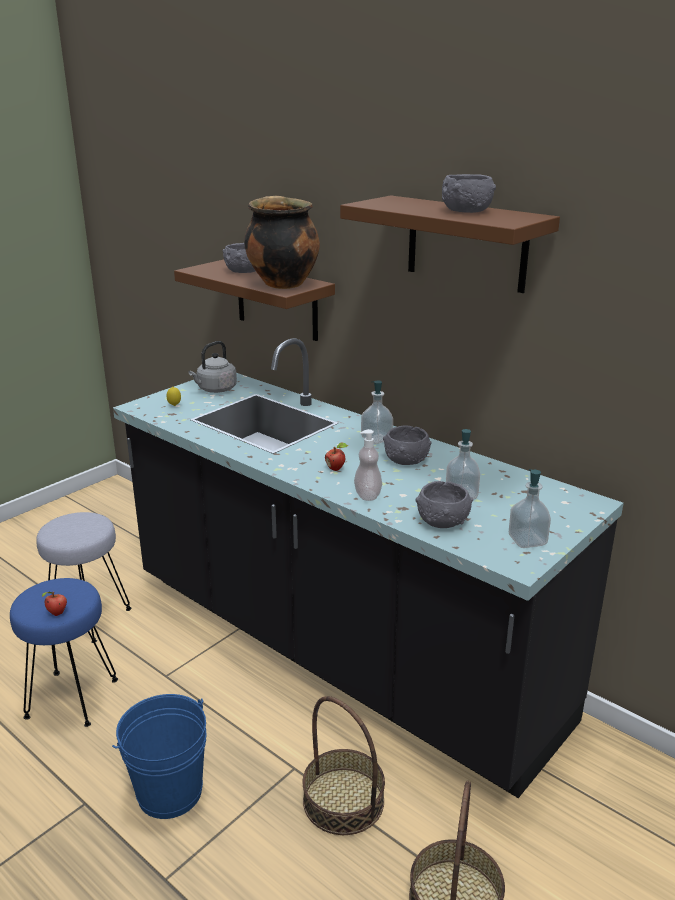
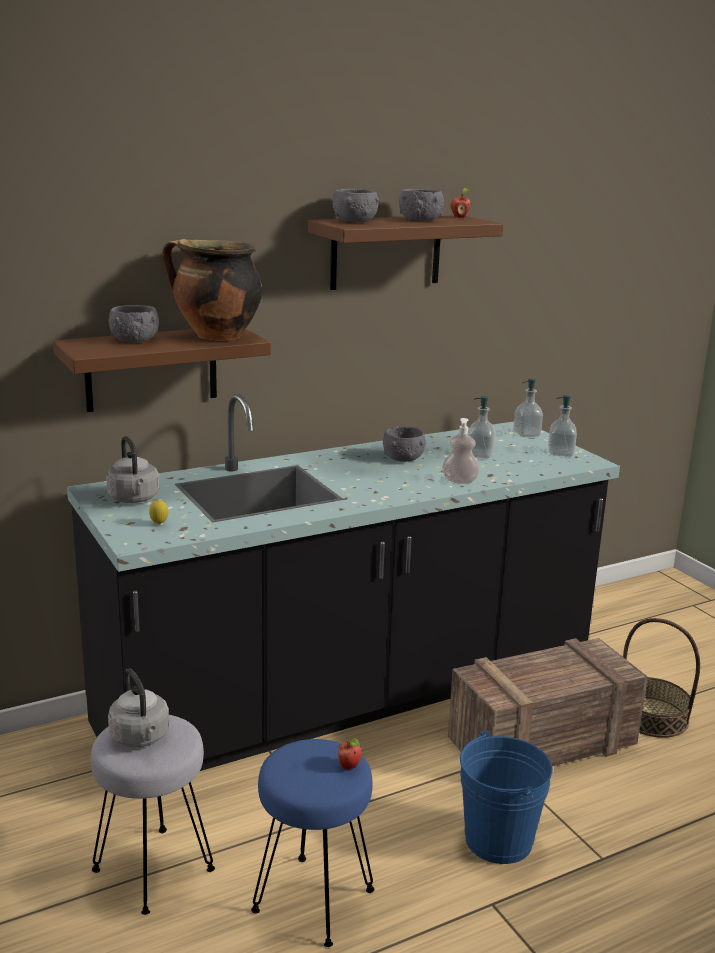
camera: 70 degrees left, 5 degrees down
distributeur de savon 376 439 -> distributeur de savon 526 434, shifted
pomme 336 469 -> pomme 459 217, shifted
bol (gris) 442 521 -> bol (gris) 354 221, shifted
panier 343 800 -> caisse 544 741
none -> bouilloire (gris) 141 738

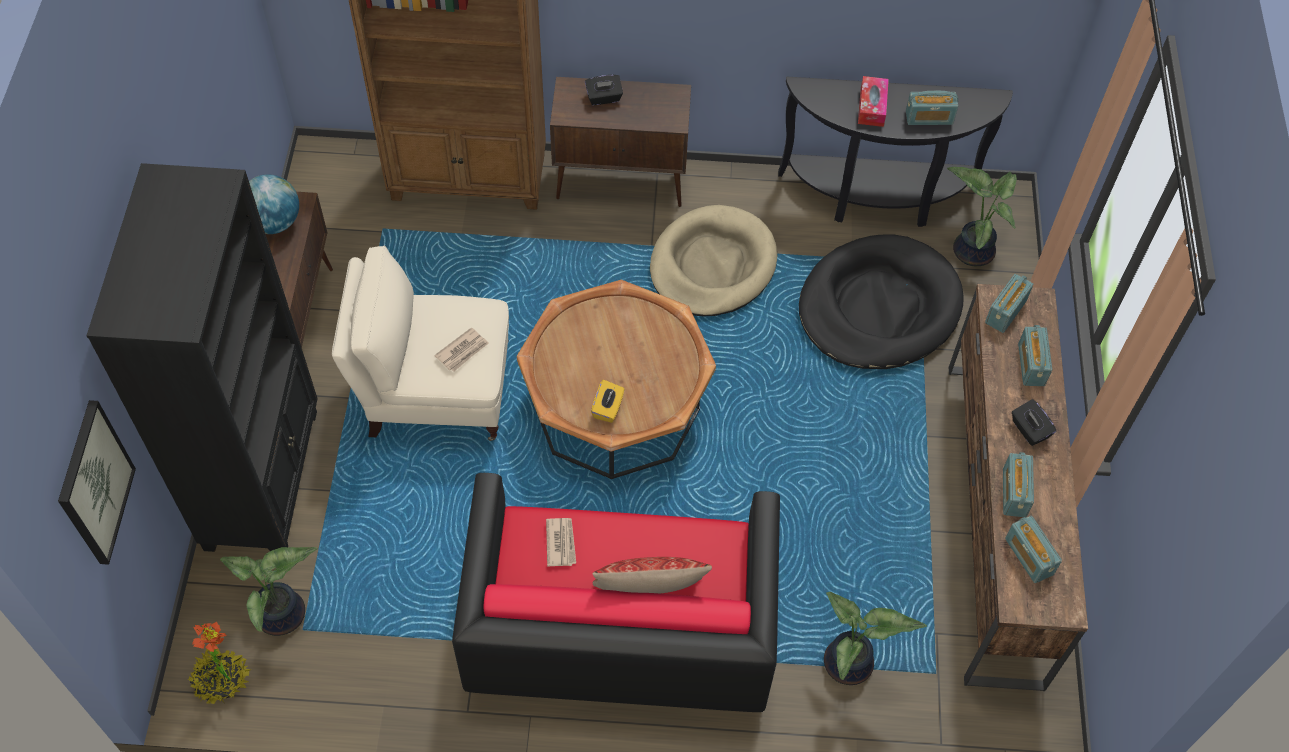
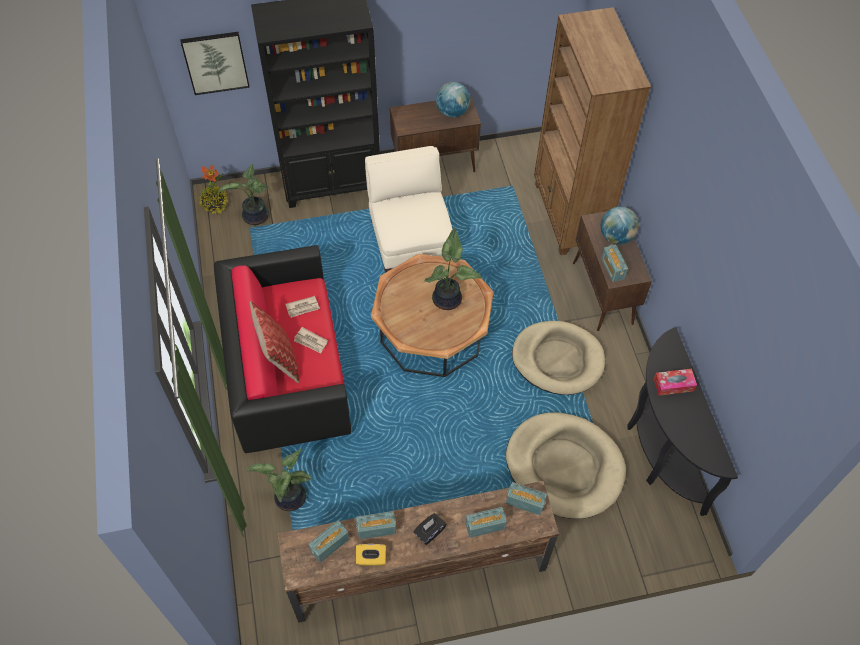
camera: 75 degrees right, 0 degrees up
boîte à mouchoirs (noir) 604 98 -> globe 616 237
radio 929 118 -> radio 612 268, shifted
plante en pot 972 250 -> plante en pot 448 298, shifted
panier pour chien (noir) 878 307 -> panier pour chien (beige) 564 467
journal 462 351 -> journal 311 341, shifted
boîte à mouchoirs (jaune) 608 408 -> boîte à mouchoirs (jaune) 371 558, shifted

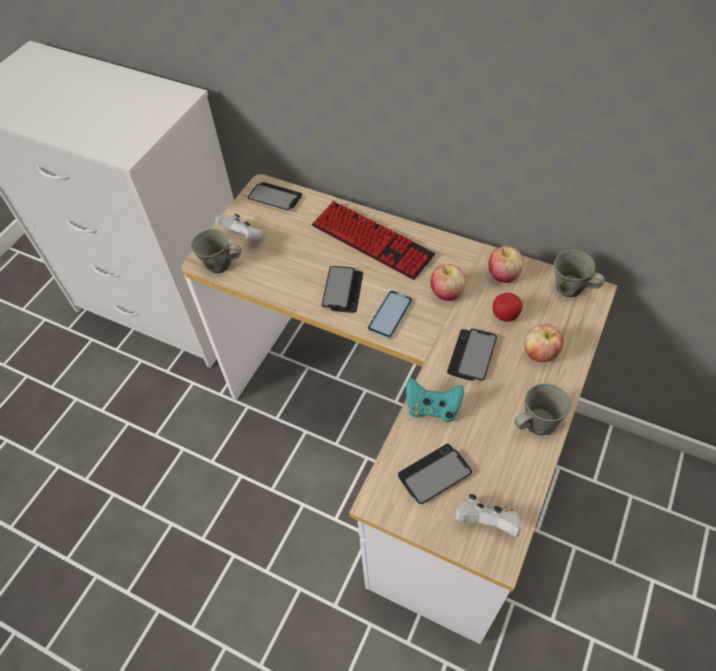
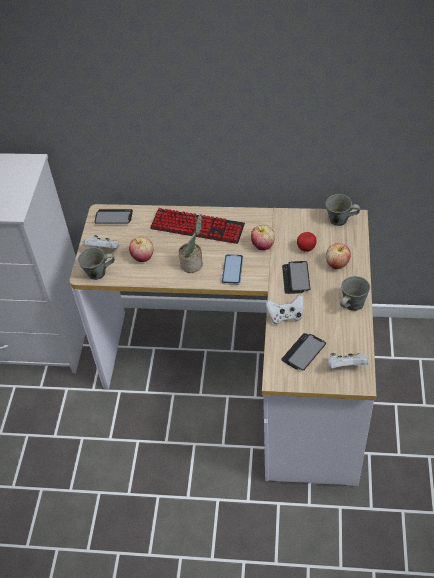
camera: 20 degrees left, 5 degrees down
pomme 503 275 -> pomme 143 257, shifted
téléphone 343 290 -> plante en pot 193 264
manette (turquoise) 432 408 -> manette (blanc) 285 316

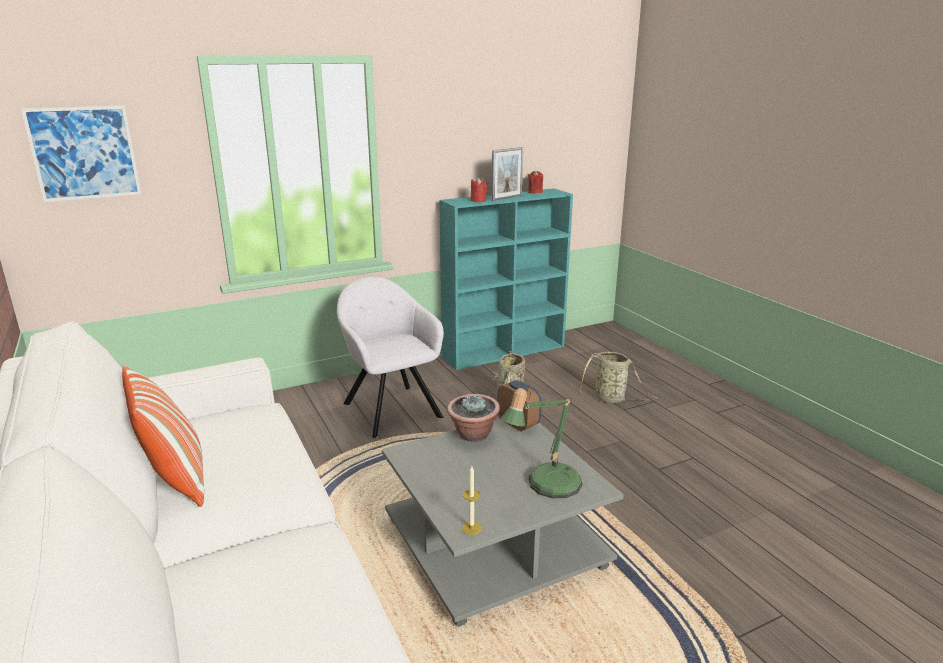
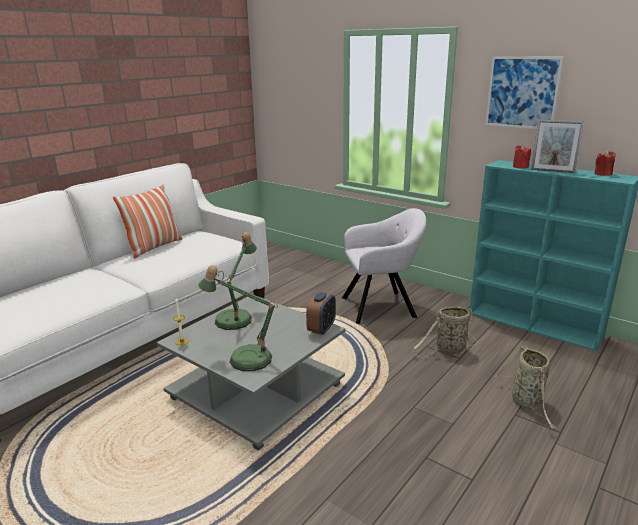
camera: 65 degrees right, 0 degrees up
tableau 84 153 -> tableau 522 92, shifted
fauteuil (gris) 390 408 -> fauteuil (gris) 381 306, 45 degrees clockwise
plante en pot 473 435 -> none
none -> lampe de table 237 317

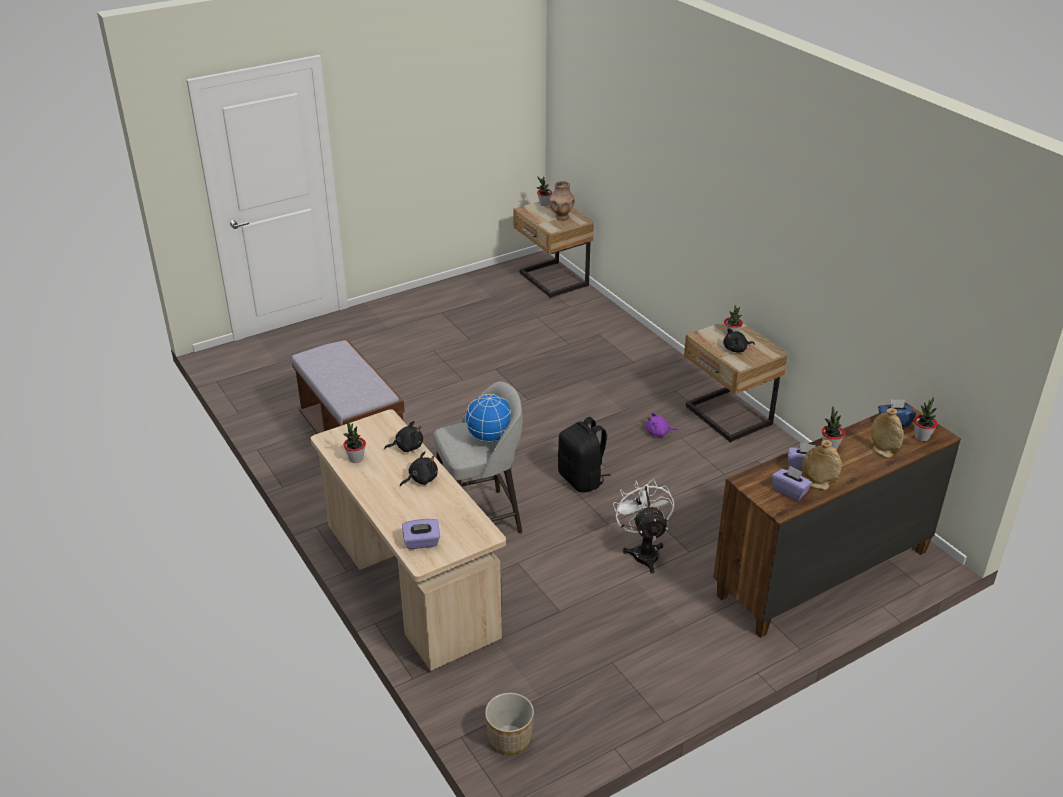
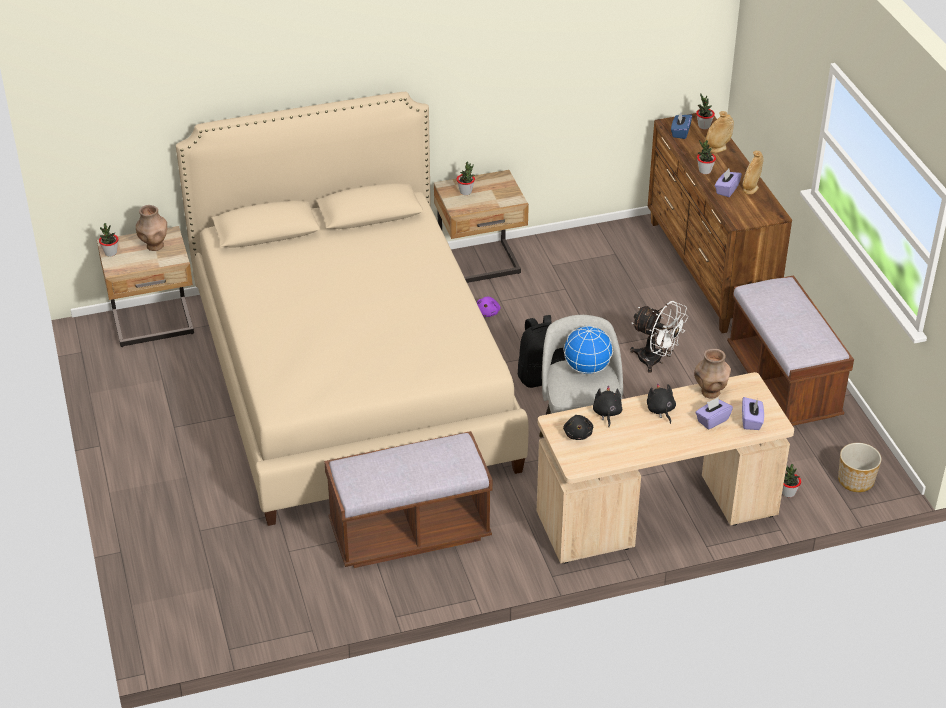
camera: 75 degrees left, 5 degrees up
peluche (noir) 736 349 -> peluche (noir) 578 434, shifted
plante en pot 356 458 -> plante en pot 788 493, shifted
boîte à mouchoirs (violet) 790 491 -> boîte à mouchoirs (violet) 712 420, shifted
ventilateur (blanc) 643 551 -> ventilateur (blanc) 655 361, 150 degrees counterclockwise
none -> lit (beige) 353 380
none -> banc (marron) 783 384
none -> vase (marron) 710 392

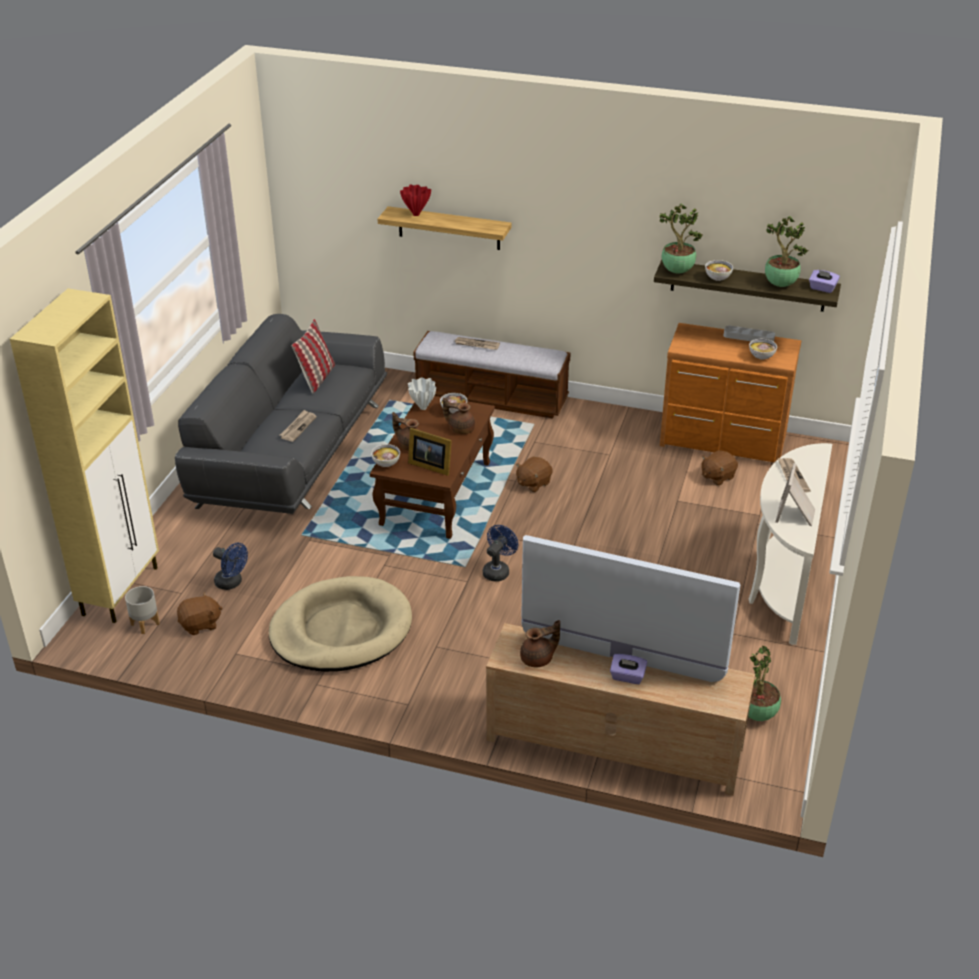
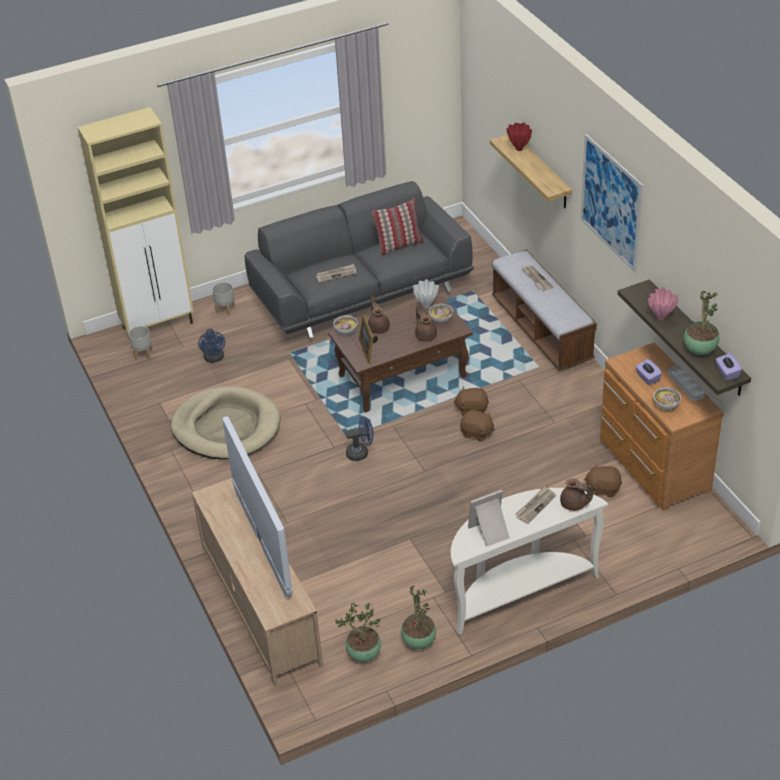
camera: 50 degrees right, 5 degrees up
plante en pot 676 271 -> plante en pot 418 641, shifted
bol 717 279 -> vase (rose) 660 318
peluche (marron) 200 625 -> peluche (marron) 477 433, shifted
théière (marron) 538 659 -> théière (marron) 574 504, shifted
boîte à mouchoirs (violet) 627 677 -> boîte à mouchoirs (violet) 647 378, shifted
none -> tableau 611 202
none -> cache-pot (gris) 225 309

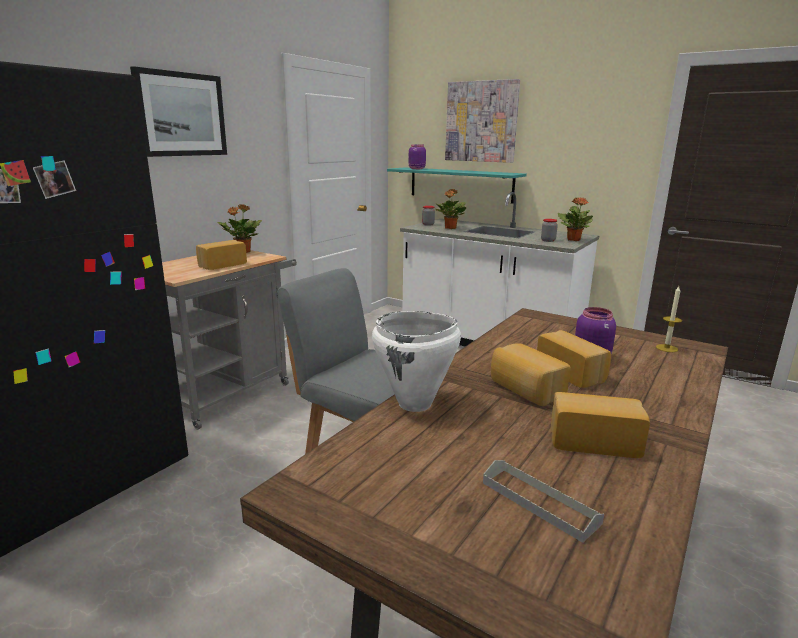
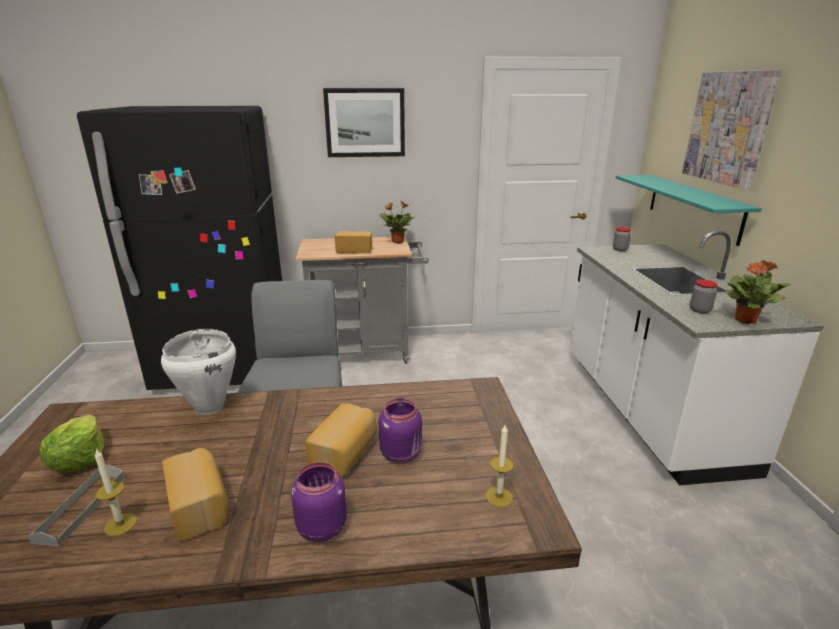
camera: 50 degrees right, 5 degrees up
bocal (violet) 416 169 -> bocal (violet) 321 527, shifted
plante en pot 450 228 -> none
pain 525 390 -> none
none -> laitue 79 458
none -> bougie 120 524

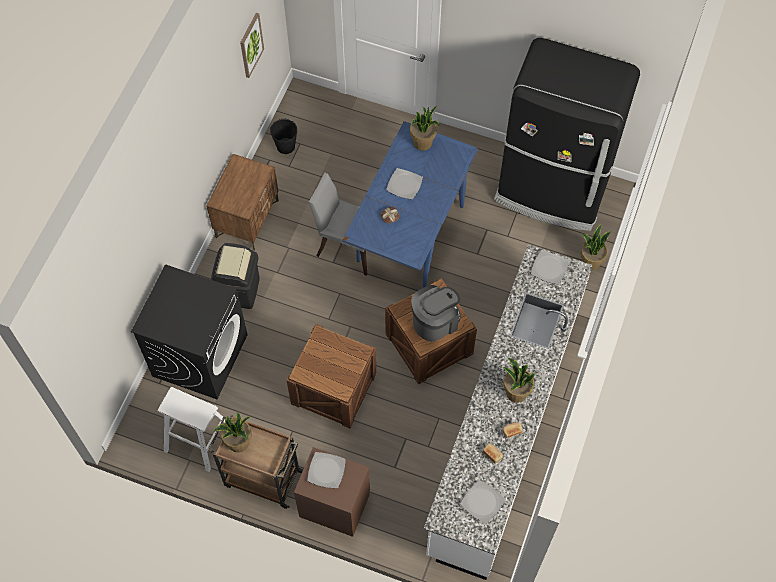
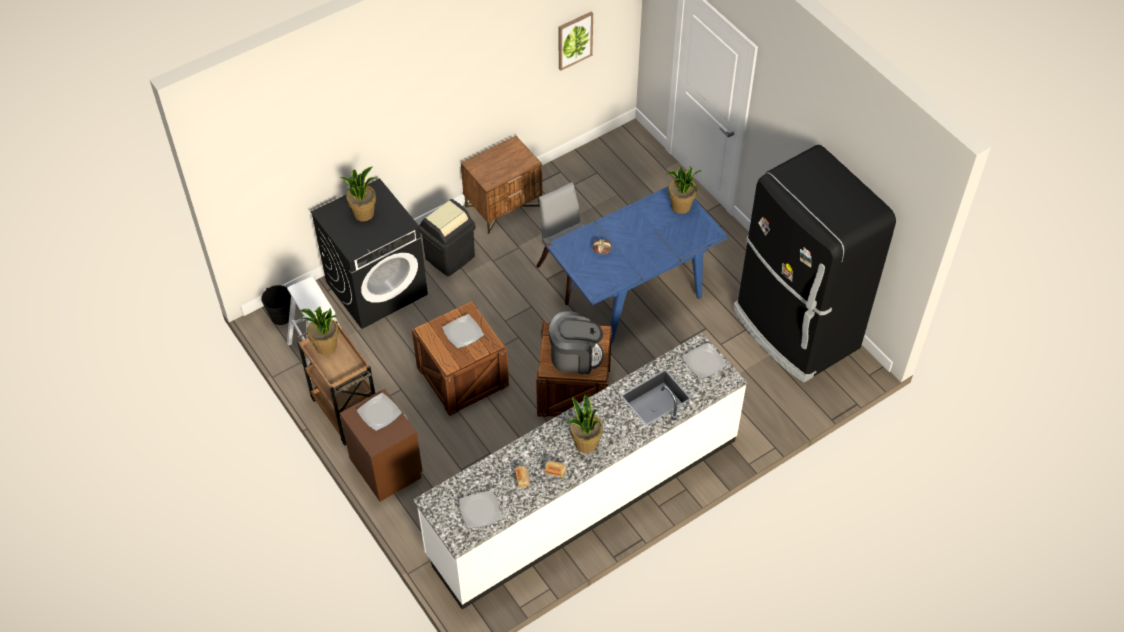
camera: 35 degrees right, 10 degrees down
seau (noir) 285 146 -> seau (noir) 281 316, shifted
assiette 404 185 -> assiette 462 332, shifted
plante en pot 590 262 -> plante en pot 364 213, shifted

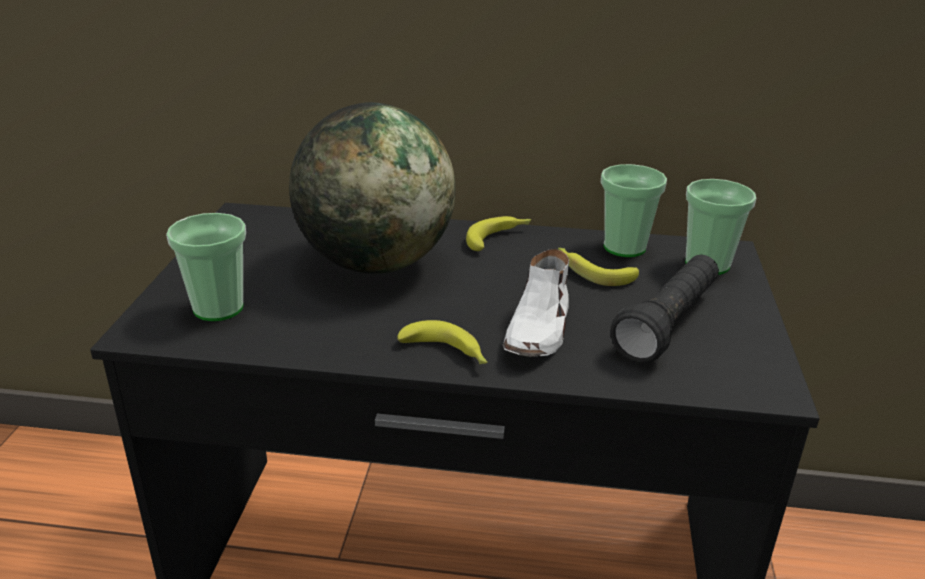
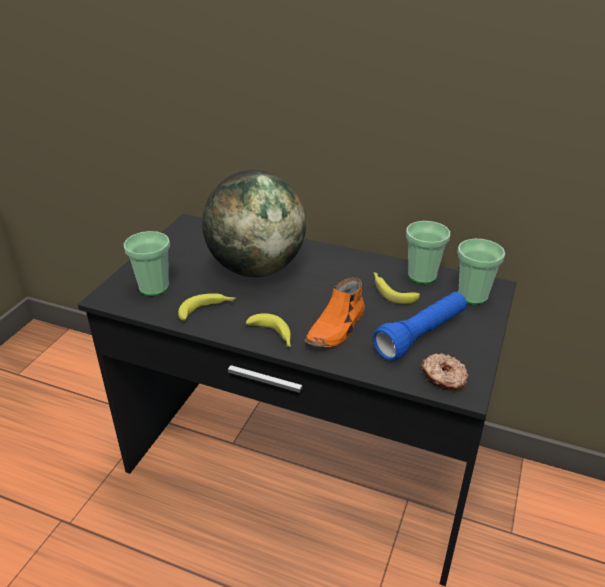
camera: 15 degrees right, 5 degrees up
banane 499 238 -> banane 207 310, shifted
chaussure (blanc) 539 329 -> chaussure (orange) 337 328
lampe de poche (noir) 667 324 -> lampe de poche (bleu) 421 336
none -> beignet 443 378

